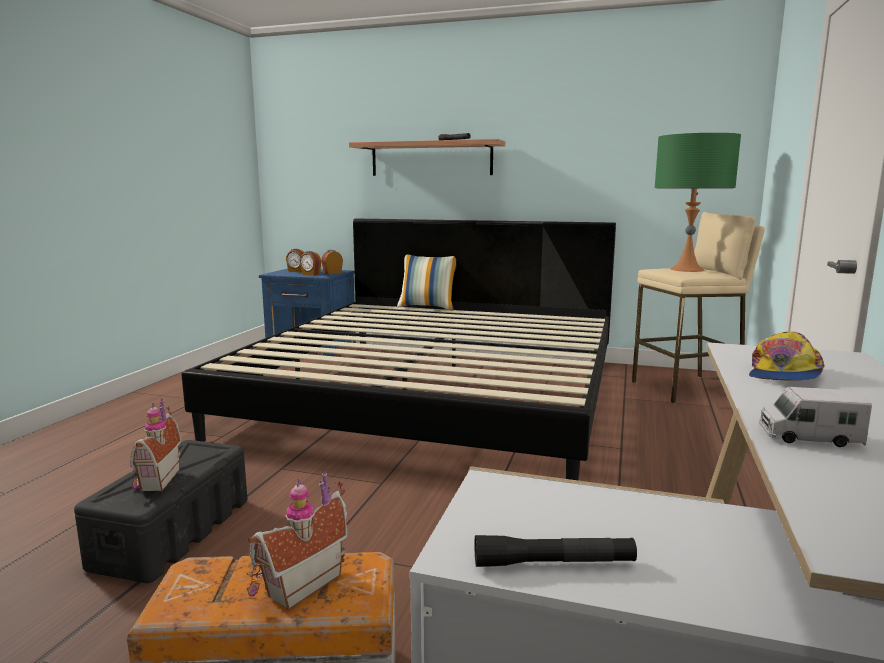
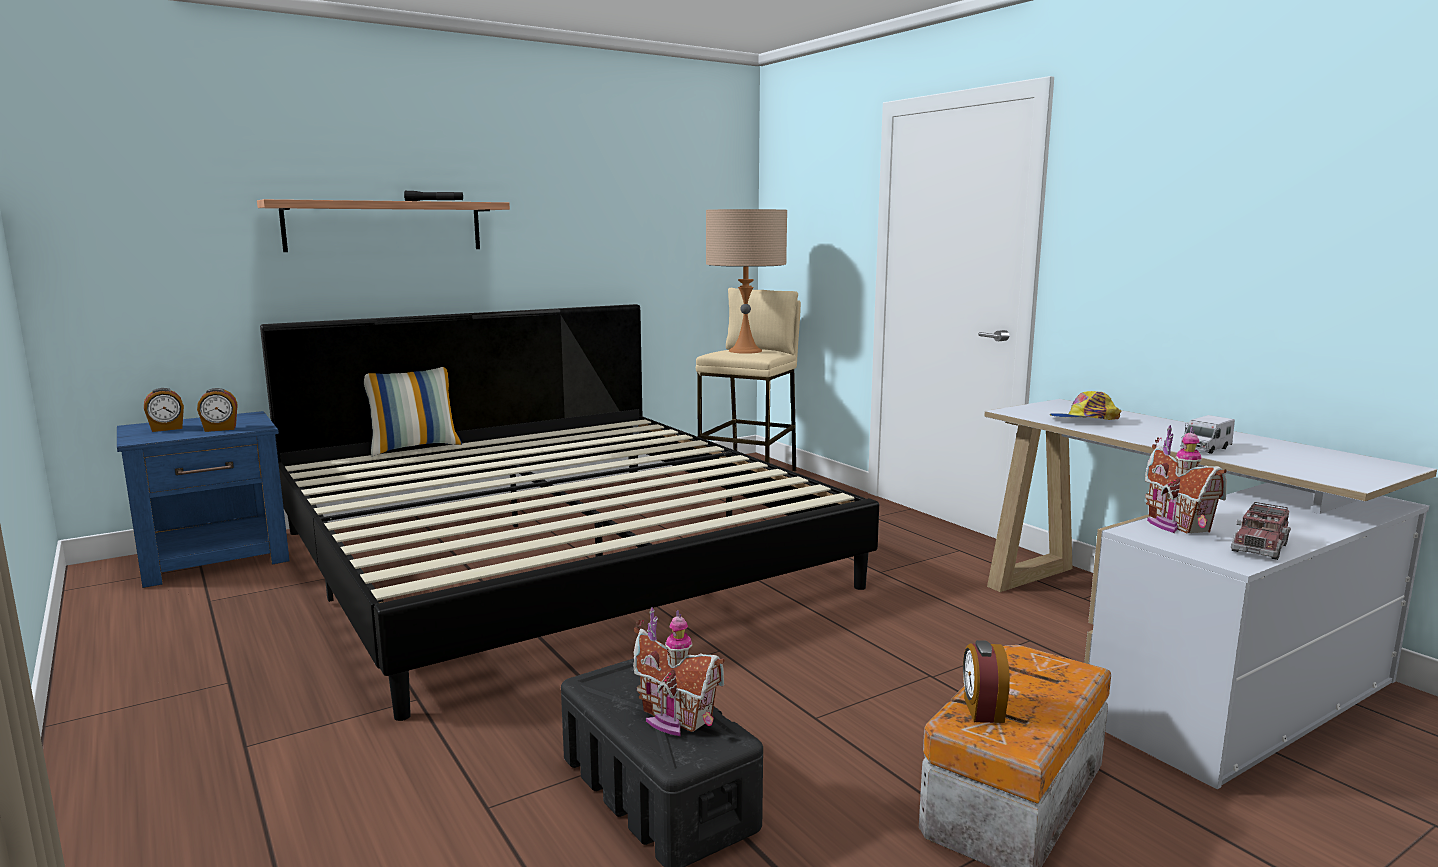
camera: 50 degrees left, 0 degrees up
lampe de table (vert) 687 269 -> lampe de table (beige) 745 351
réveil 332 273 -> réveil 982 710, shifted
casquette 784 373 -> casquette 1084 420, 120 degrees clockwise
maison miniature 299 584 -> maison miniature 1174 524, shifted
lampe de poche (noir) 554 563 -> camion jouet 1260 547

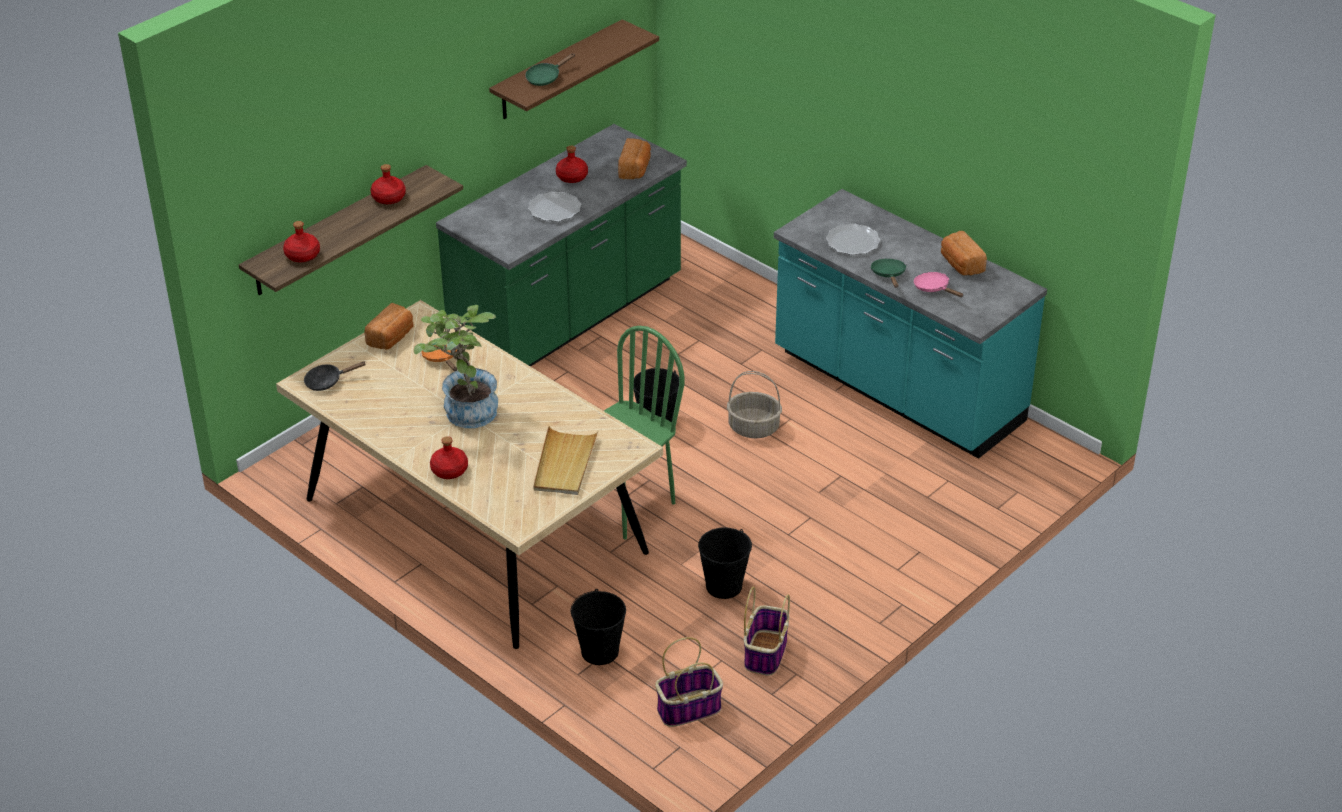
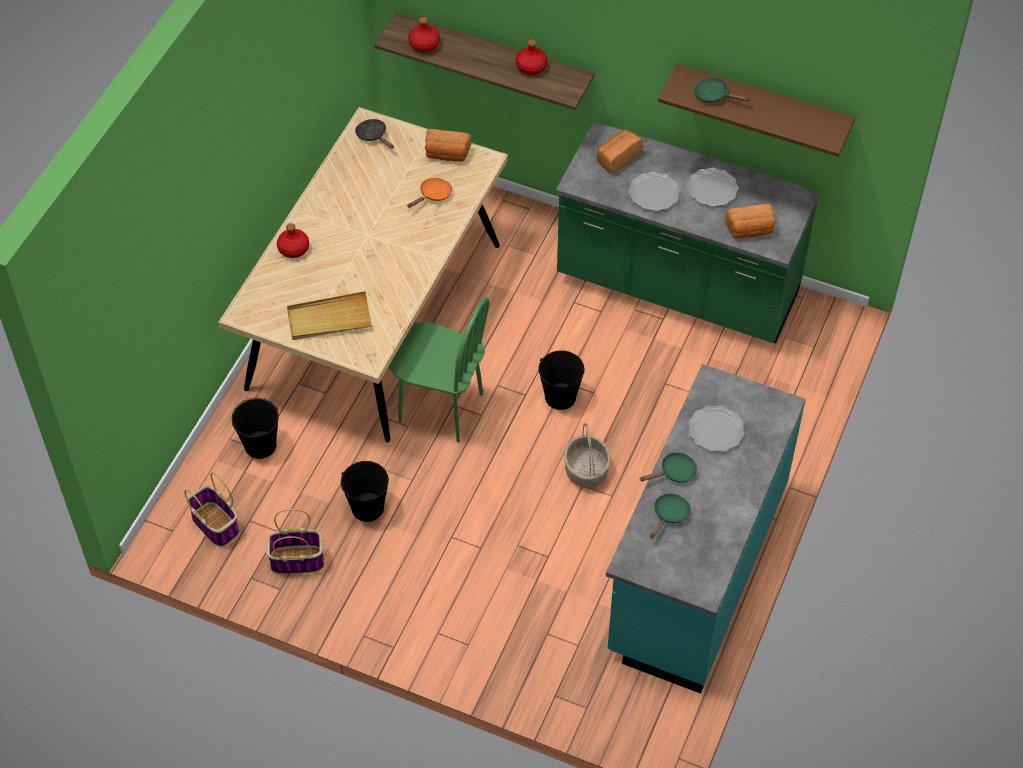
camera: 70 degrees right, 15 degrees up
bouteille (rouge) 572 177 -> assiette 712 189
pain 960 264 -> pain 617 158, shifted
poêle (rose) 934 288 -> poêle (vert) 669 515
plante en pot 464 410 -> none

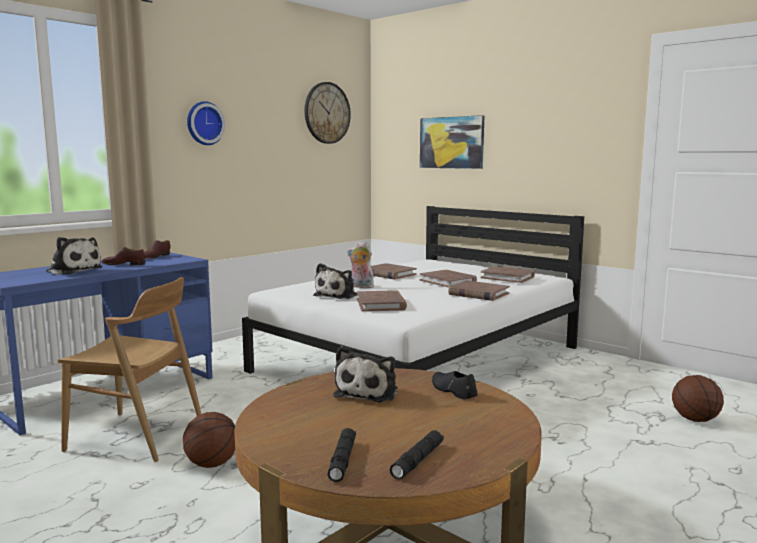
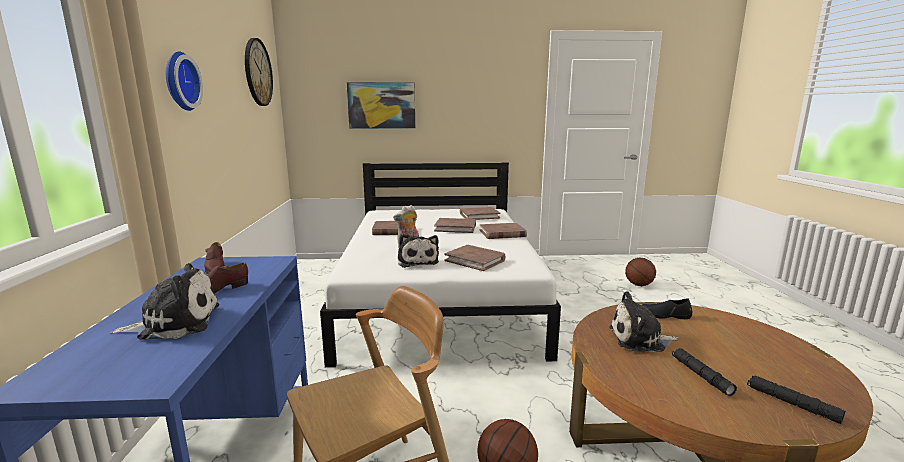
camera: 45 degrees left, 5 degrees up
peluche 368 392 -> peluche 640 339, 120 degrees clockwise
lampe de poche (noir) 418 460 -> lampe de poche (noir) 701 375, shifted

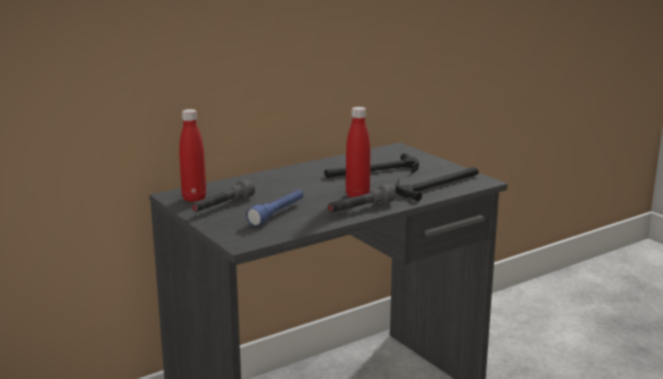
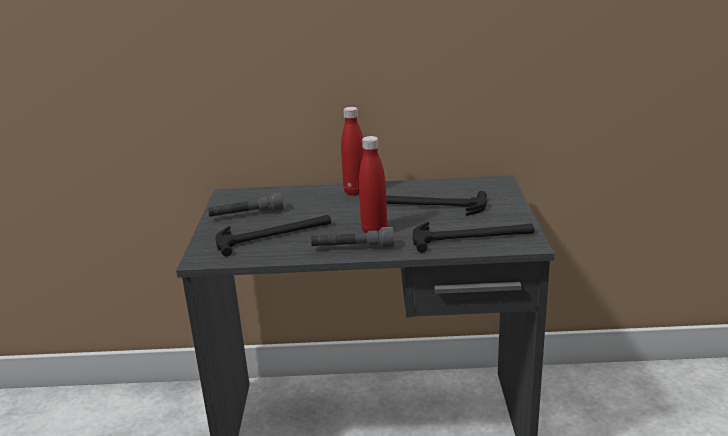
camera: 35 degrees right, 5 degrees up
bouteille (rouge) 194 198 -> bouteille (rouge) 355 192, shifted
lampe de poche (bleu) 277 214 -> marteau 274 235

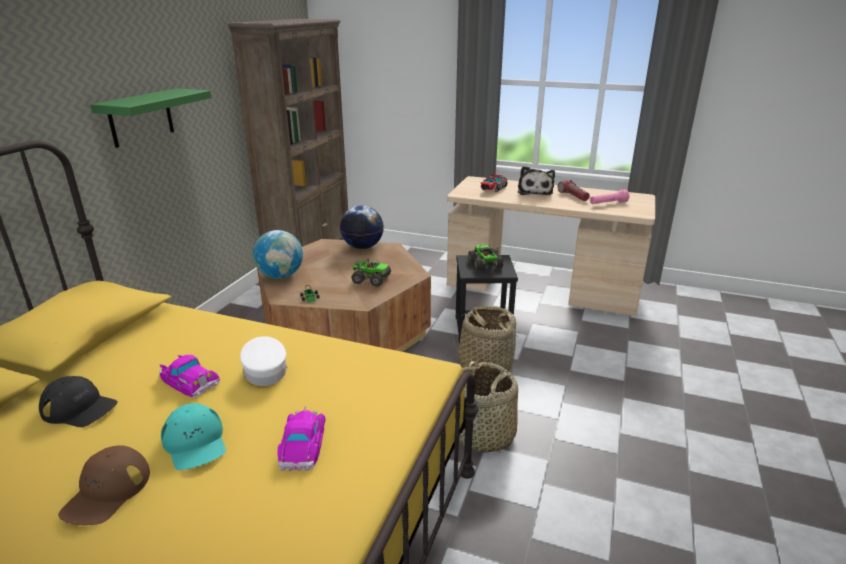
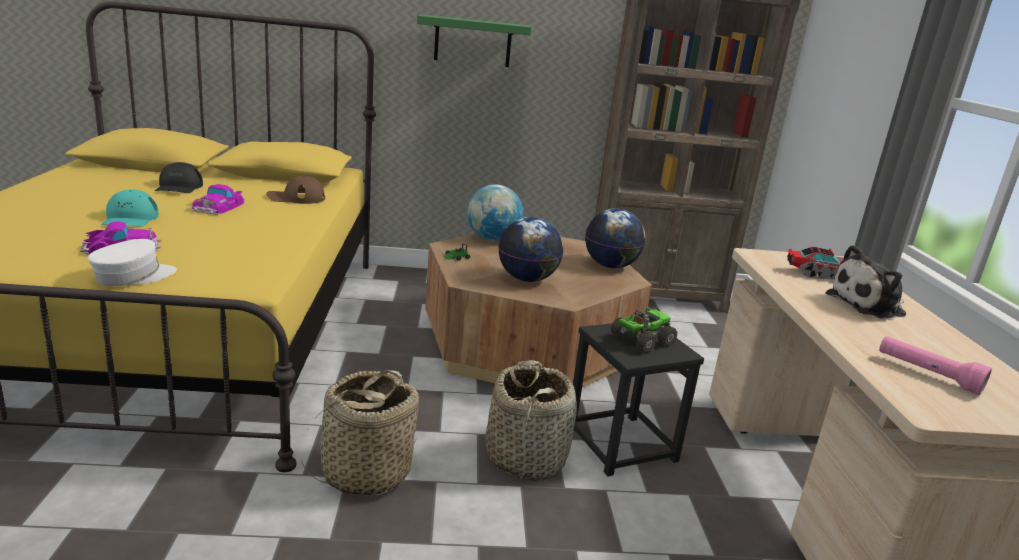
camera: 65 degrees right, 5 degrees down
lampe de poche 573 196 -> none
camion jouet 371 279 -> globe 527 279
casquette (blanc) 264 370 -> casquette (blanc) 133 276, shifted
casquette (turquoise) 195 443 -> casquette (turquoise) 130 219, 45 degrees counterclockwise
casquette (marron) 107 491 -> casquette (marron) 296 198, shifted

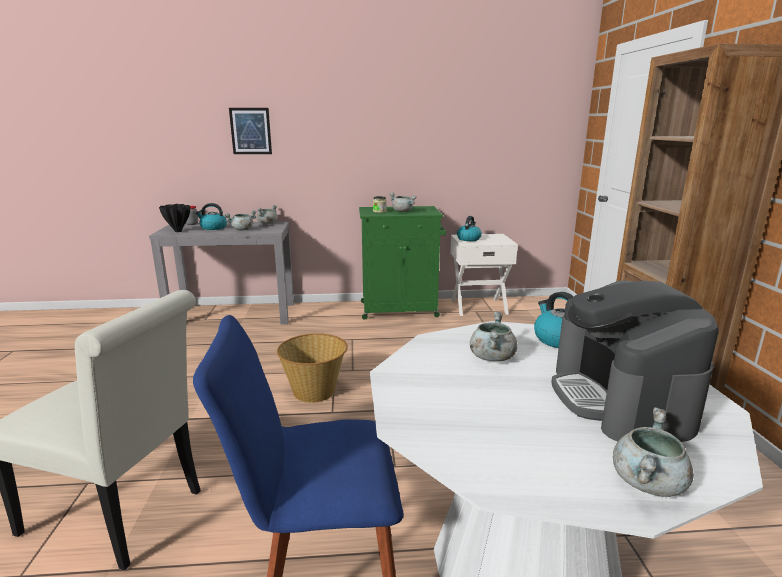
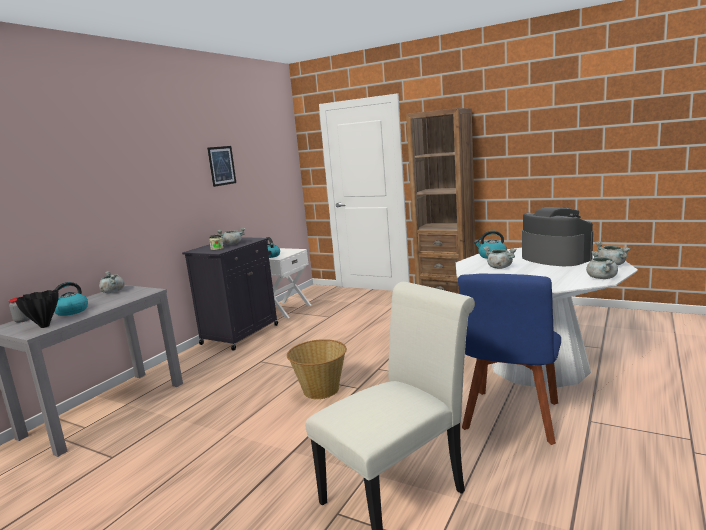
camera: 55 degrees left, 5 degrees down
tableau 250 131 -> tableau 221 165, shifted
meuble de rangement (vert) 400 309 -> meuble de rangement (noir) 241 334
marmite (gris) 242 229 -> marmite (gris) 602 278, shifted
machine à café 620 399 -> machine à café 554 258, 150 degrees counterclockwise

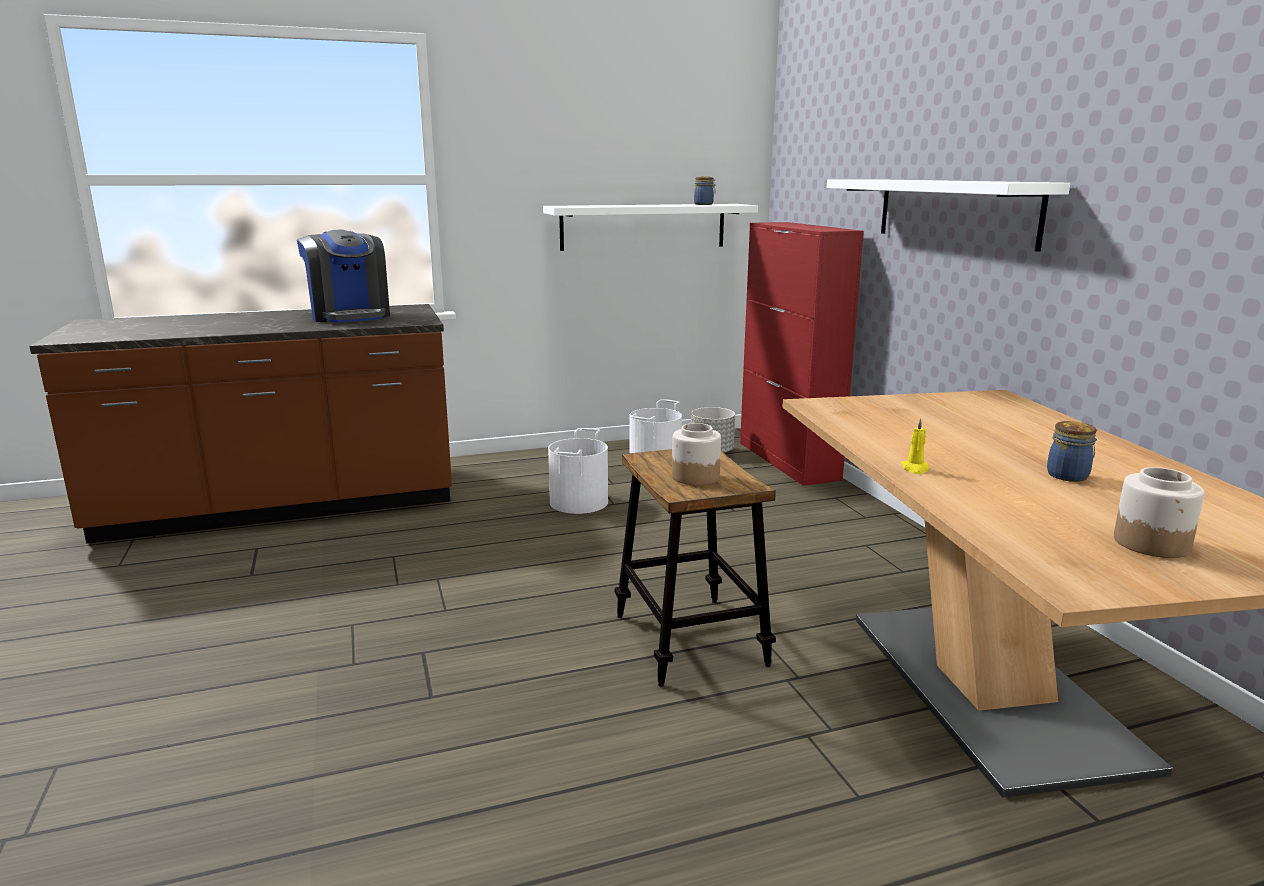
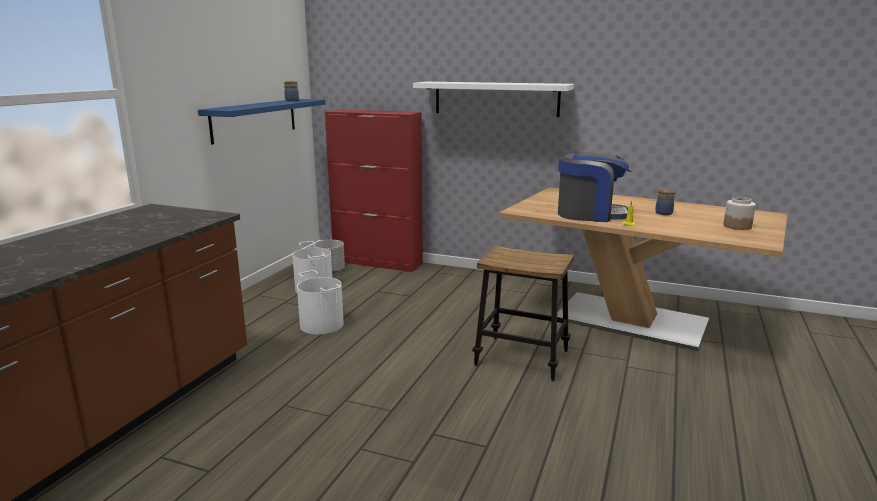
camera: 50 degrees left, 0 degrees up
étagère (blanc) 643 226 -> étagère (bleu) 255 120
machine à café 349 316 -> machine à café 590 214, shifted
bocal 695 477 -> none

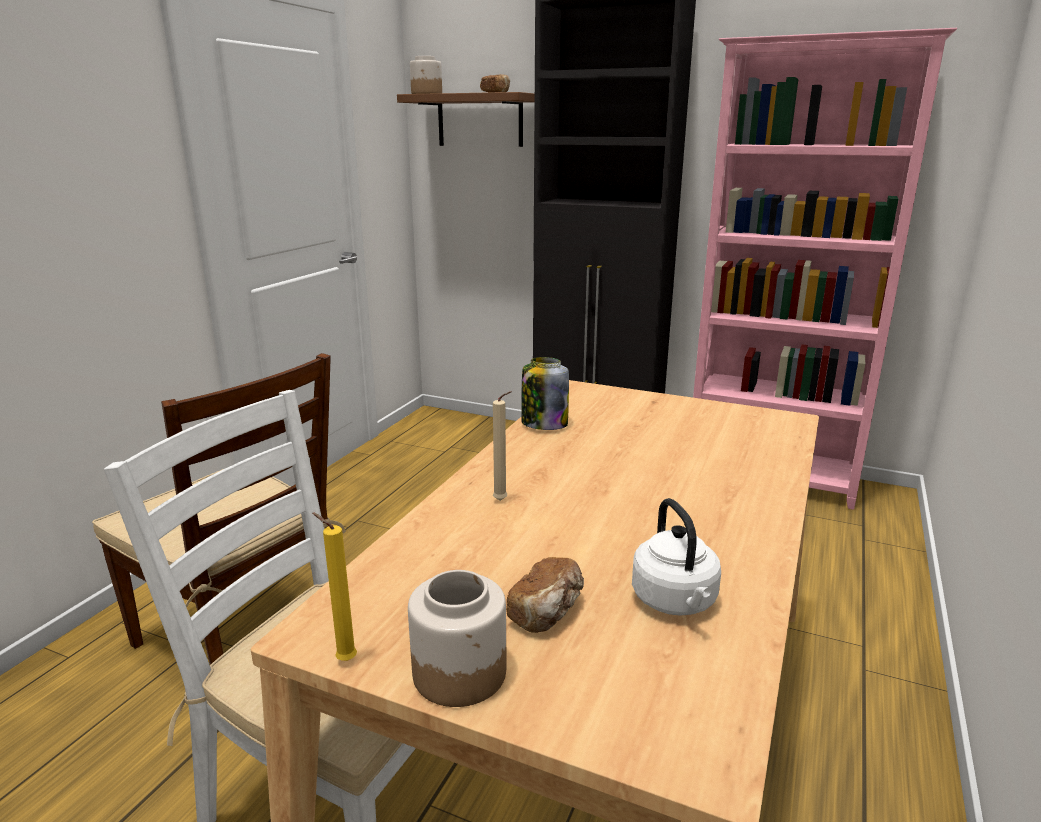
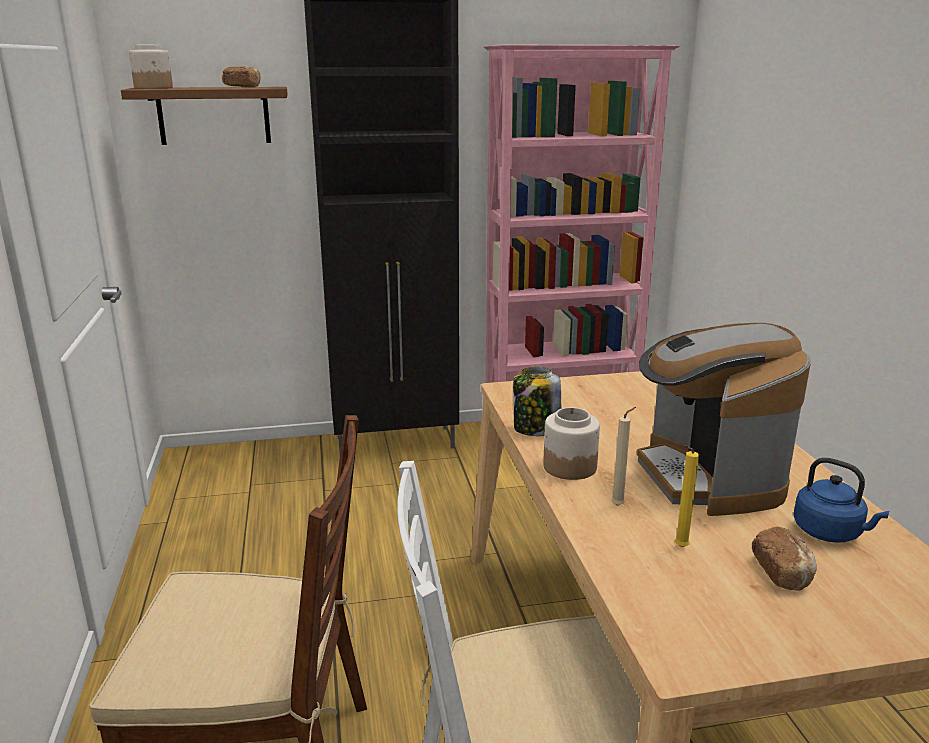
camera: 35 degrees left, 0 degrees up
bouilloire (blanc) 675 602 -> bouilloire (bleu) 830 533
bougie (jaune) 343 660 -> bougie (jaune) 679 548, shifted
bocal 460 672 -> bocal 569 466, shifted
none -> machine à café 708 477

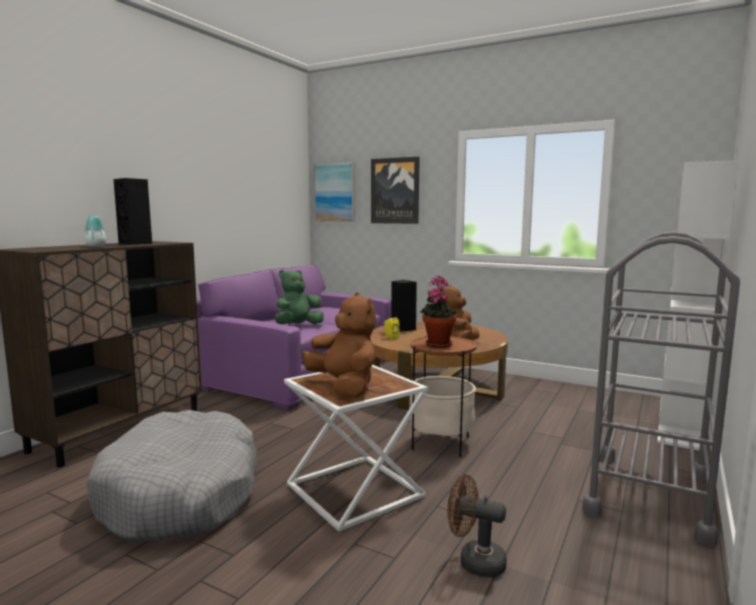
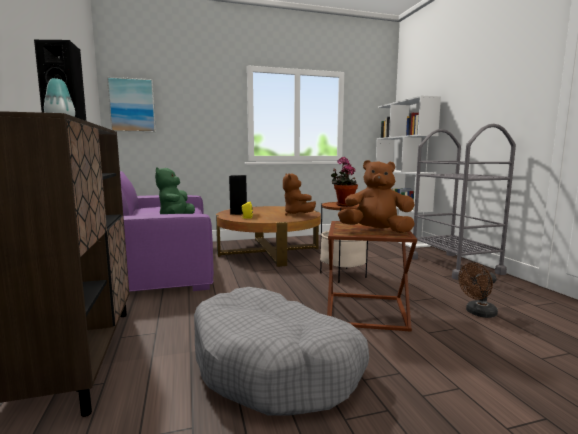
camera: 45 degrees left, 0 degrees up
tableau 395 191 -> none
table d'appoint (blanc) 357 491 -> table d'appoint (marron) 367 311

